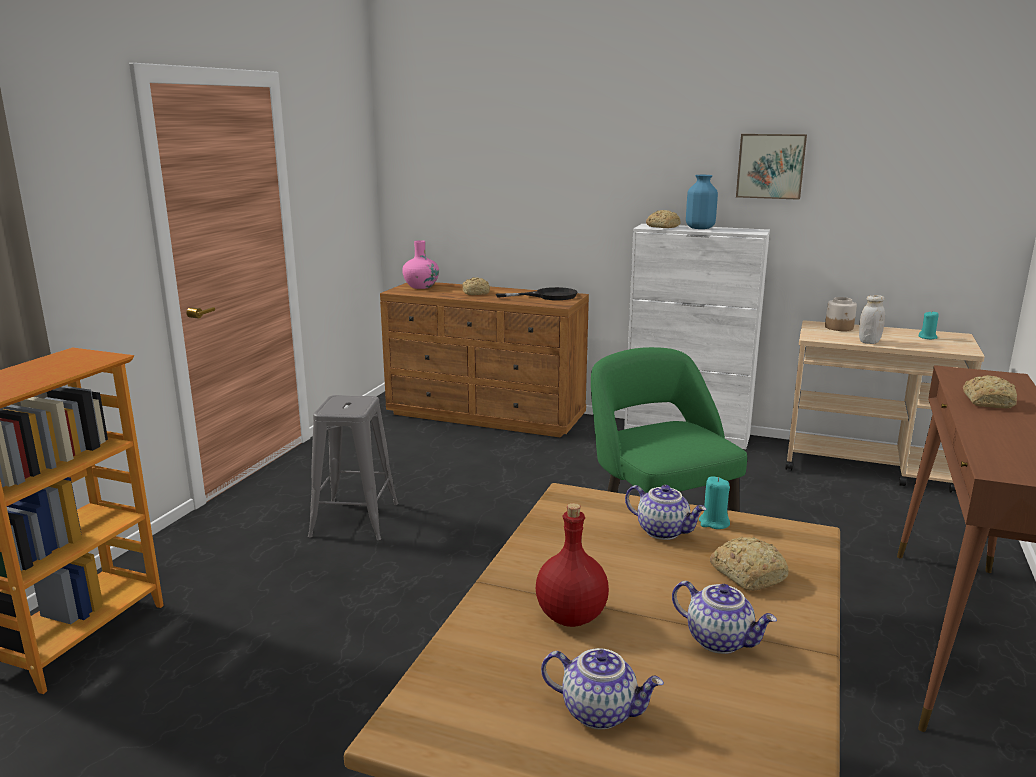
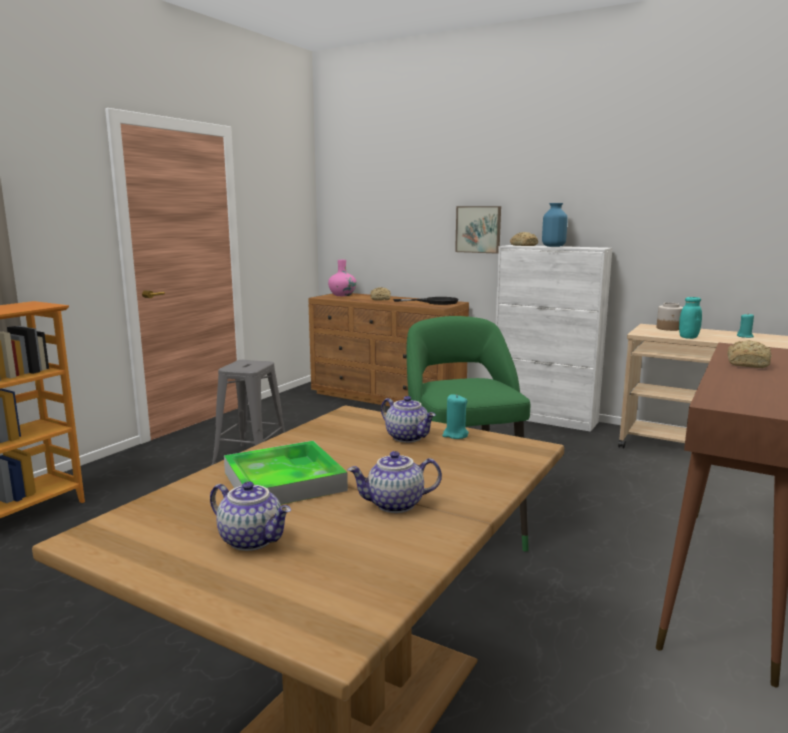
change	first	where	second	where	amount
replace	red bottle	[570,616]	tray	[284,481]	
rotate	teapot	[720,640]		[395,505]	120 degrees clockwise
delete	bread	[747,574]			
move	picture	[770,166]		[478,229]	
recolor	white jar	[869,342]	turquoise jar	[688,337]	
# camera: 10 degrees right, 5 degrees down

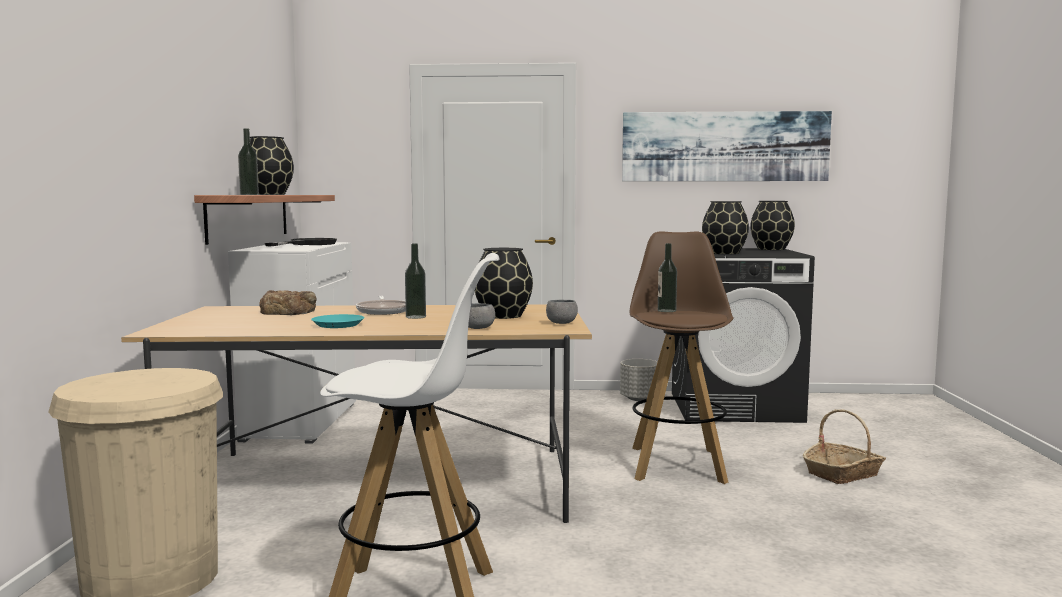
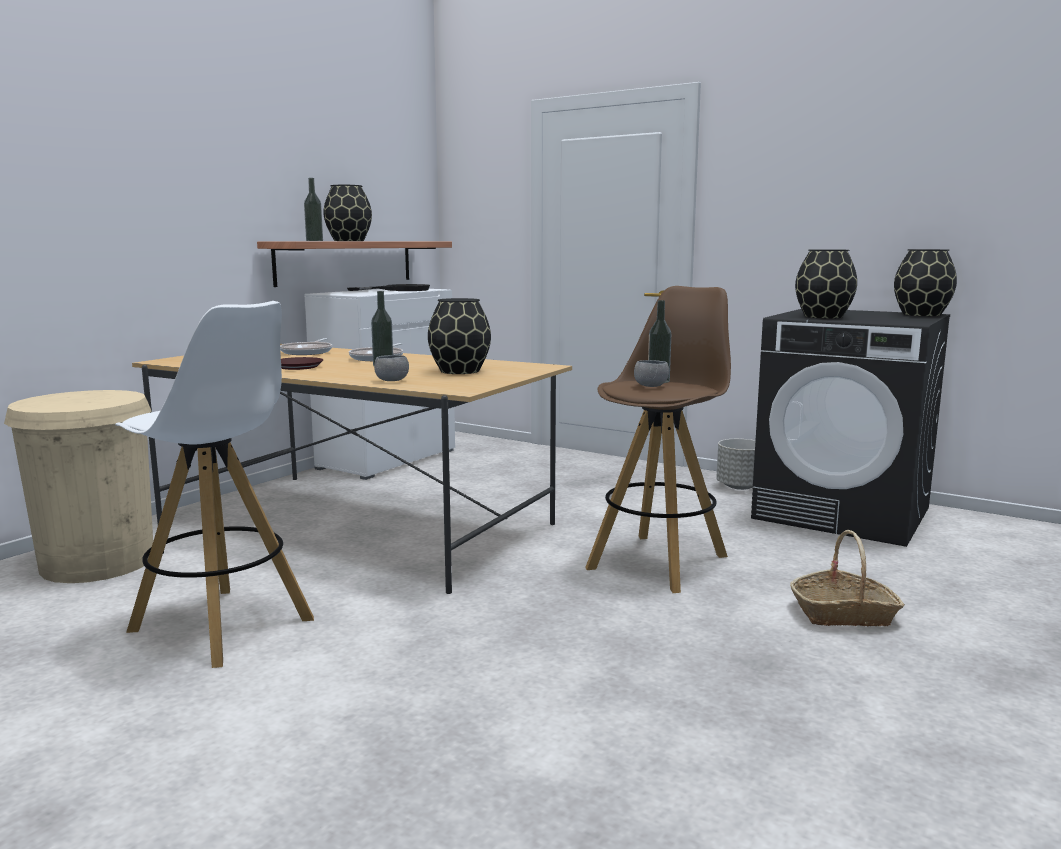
change	first	where	second	where	amount
replace	bread	[288,311]	frying pan	[308,352]	
recolor	turquoise plate	[338,325]	brown plate	[299,367]	
move	grey bowl	[561,323]		[651,386]	
delete	picture	[724,146]			
# camera: 30 degrees right, 5 degrees up

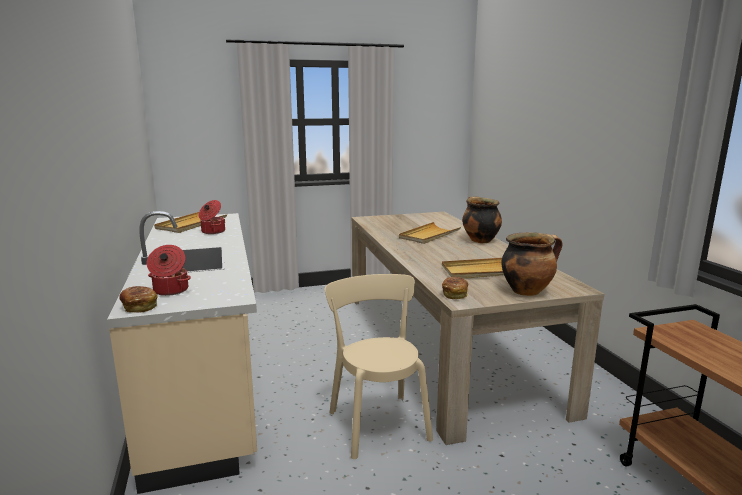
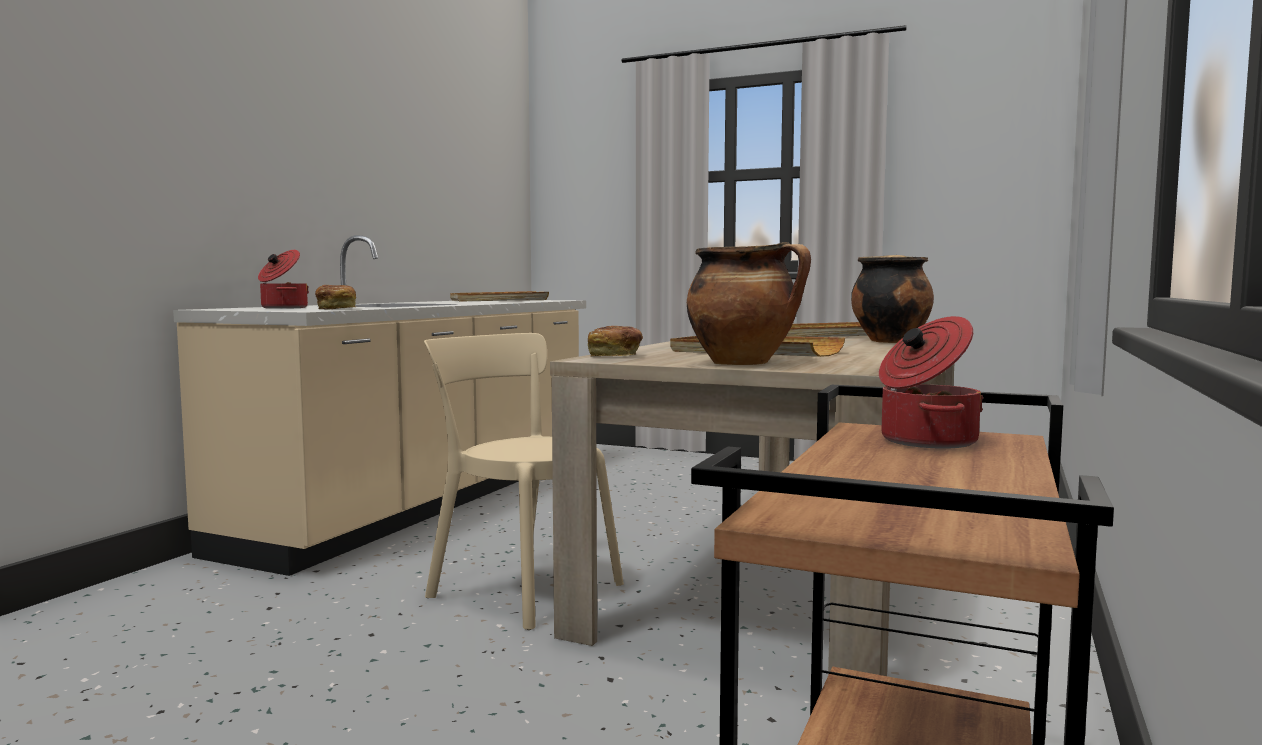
change	first	where	second	where	amount
move	bread	[139,307]		[337,309]	
move	cooking pot	[212,232]		[925,441]	
rotate	beige chair	[377,422]		[519,588]	75 degrees counterclockwise
# camera: 40 degrees right, 10 degrees down

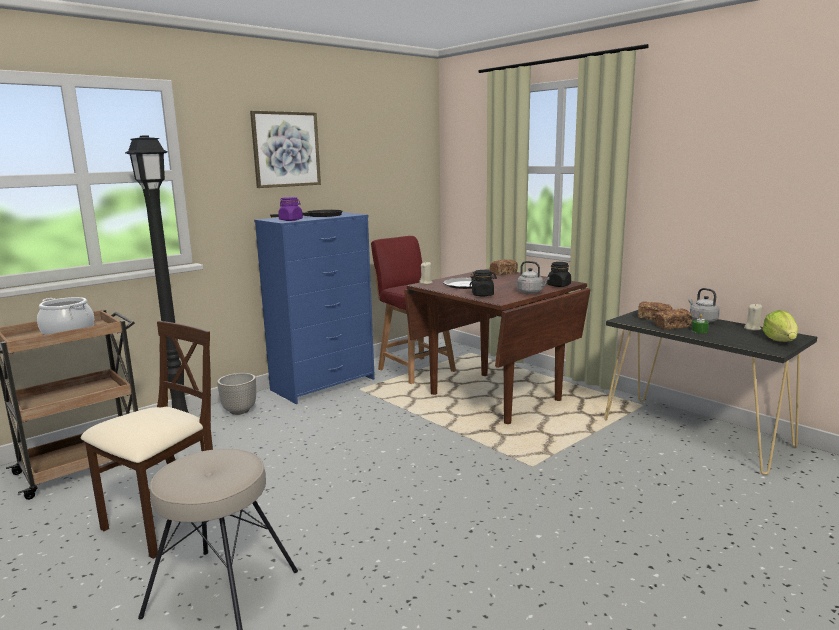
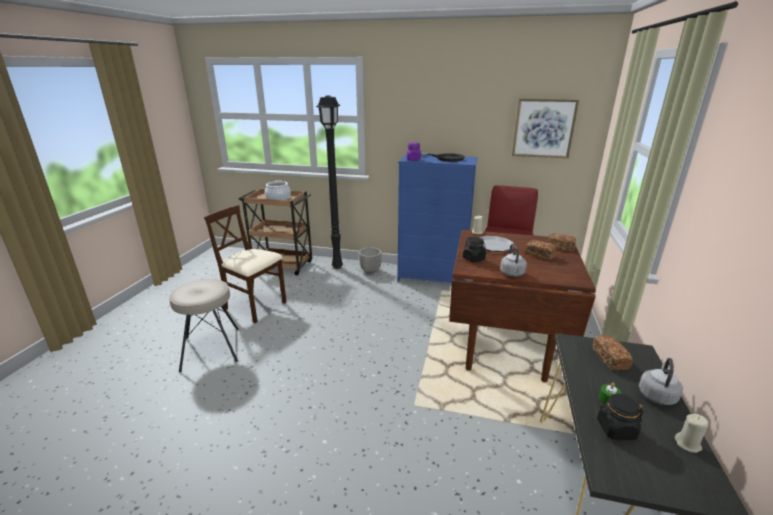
change	first	where	second	where	amount
rotate	beige chair	[165,521]		[255,306]	150 degrees counterclockwise
move	picture	[286,149]		[543,128]	
move	black jar	[559,285]		[615,429]	
move	bread	[672,326]		[539,255]	
delete	lettuce	[780,341]			
# camera: 55 degrees right, 10 degrees up

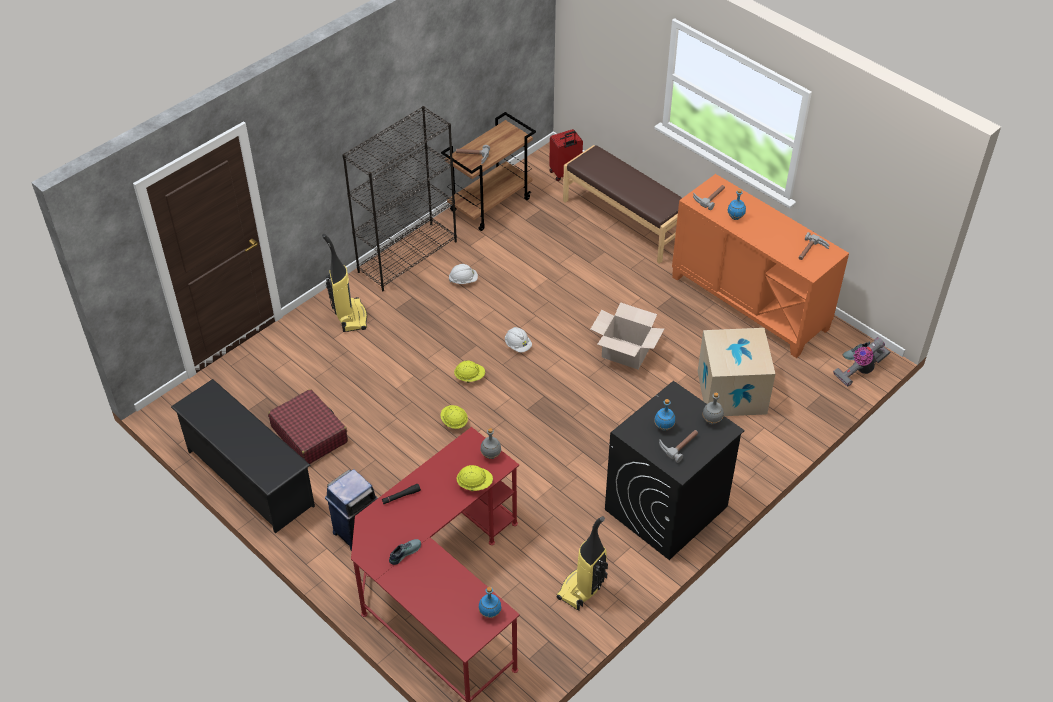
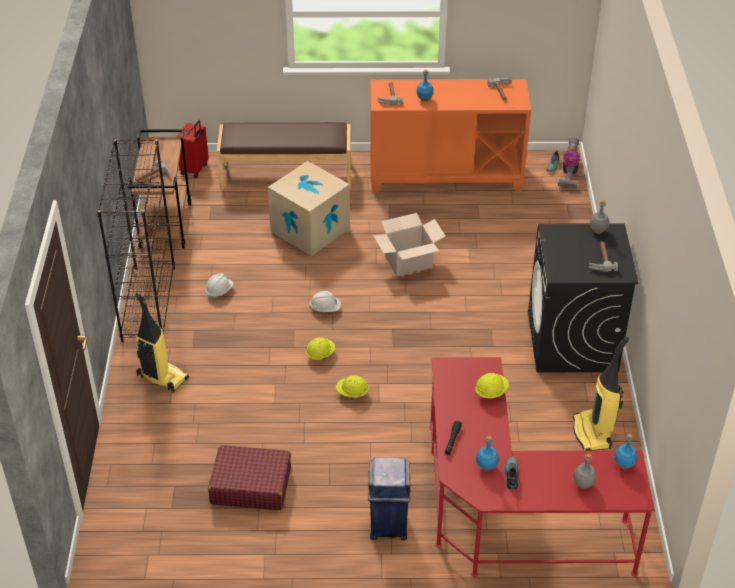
change	first	where	second	where	amount
delete	black shoe rack	[249,478]			
move	grey bottle	[490,455]		[583,485]	
move	blue bottle	[663,427]		[486,467]	
move	cardboard box	[731,392]		[310,230]	
# camera: 45 degrees left, 5 degrees down

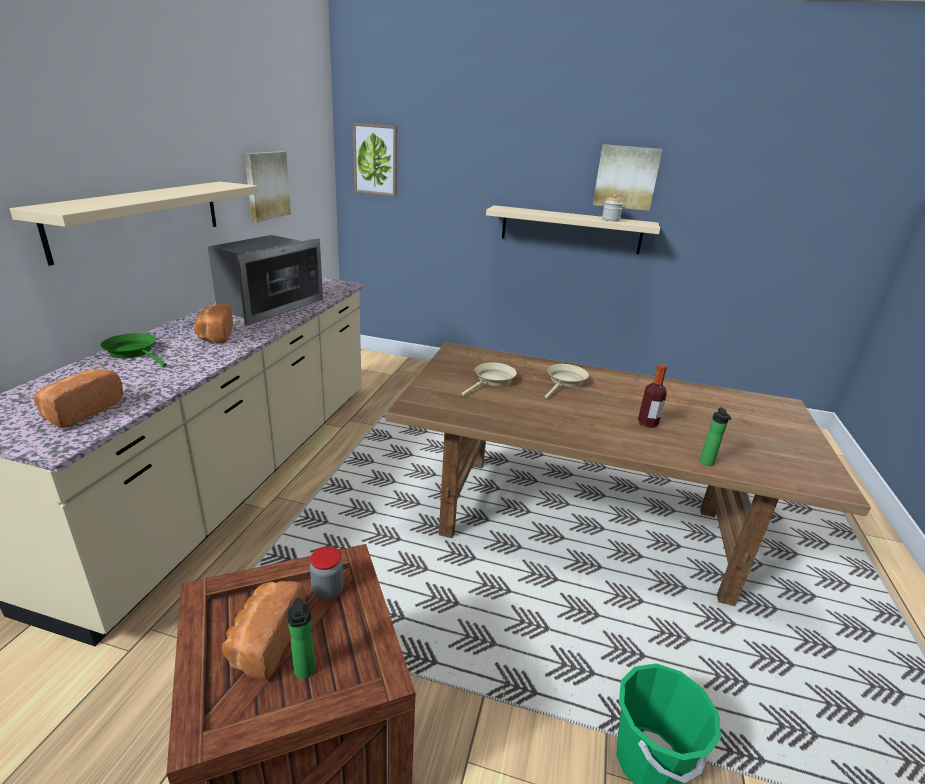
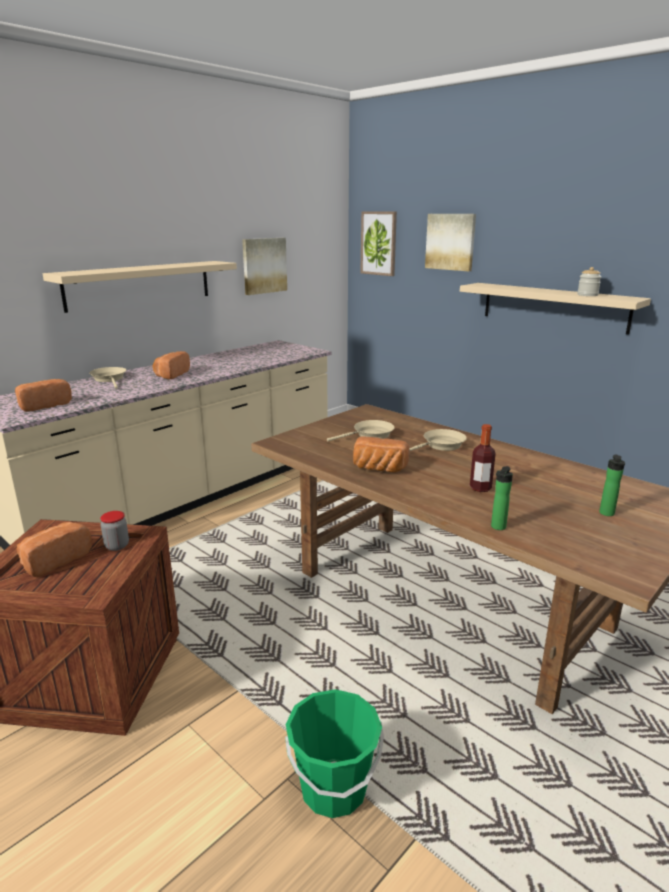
change	first	where	second	where	amount
recolor	green frying pan	[134,352]	beige frying pan	[110,379]	
delete	microwave	[268,306]			
move	bottle	[304,673]		[607,514]	
move	picture	[626,177]		[450,242]	
insert			bread	[378,469]	
# camera: 30 degrees right, 5 degrees down

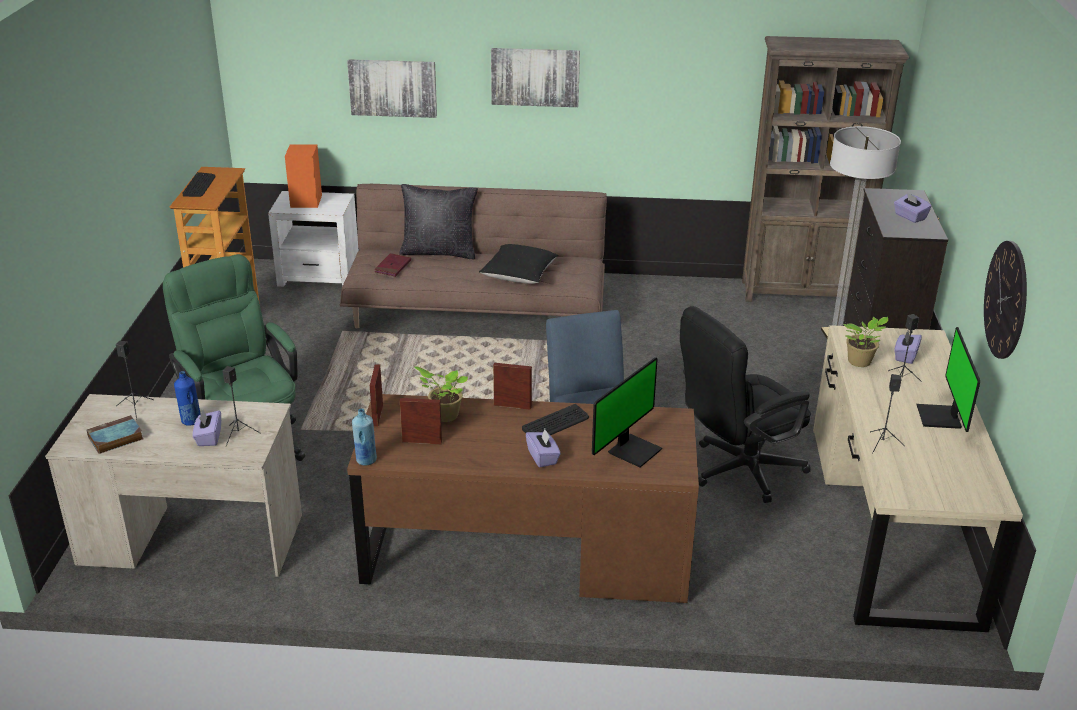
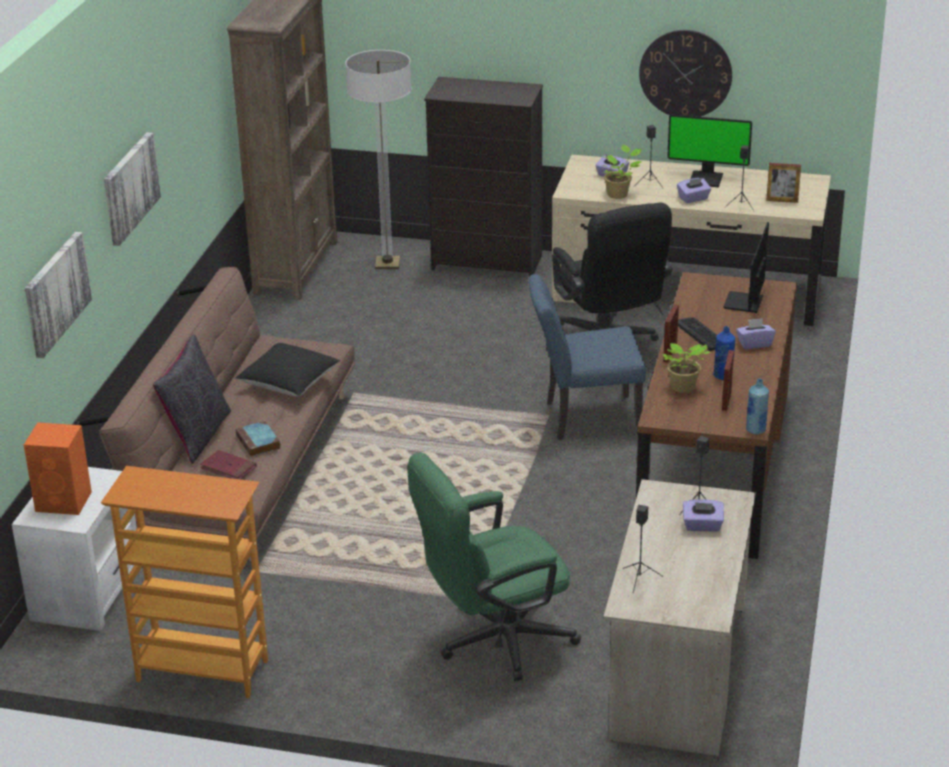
change	first	where	second	where	amount
move	book	[115,438]		[259,442]	
move	blue bottle	[191,421]		[723,376]	
delete	keyboard	[199,185]			
move	picture frame	[378,415]		[782,200]	
rotate	monitor	[633,450]		[745,303]	120 degrees counterclockwise
move	purple tissue box	[909,217]		[693,198]	
# camera: 80 degrees left, 0 degrees up

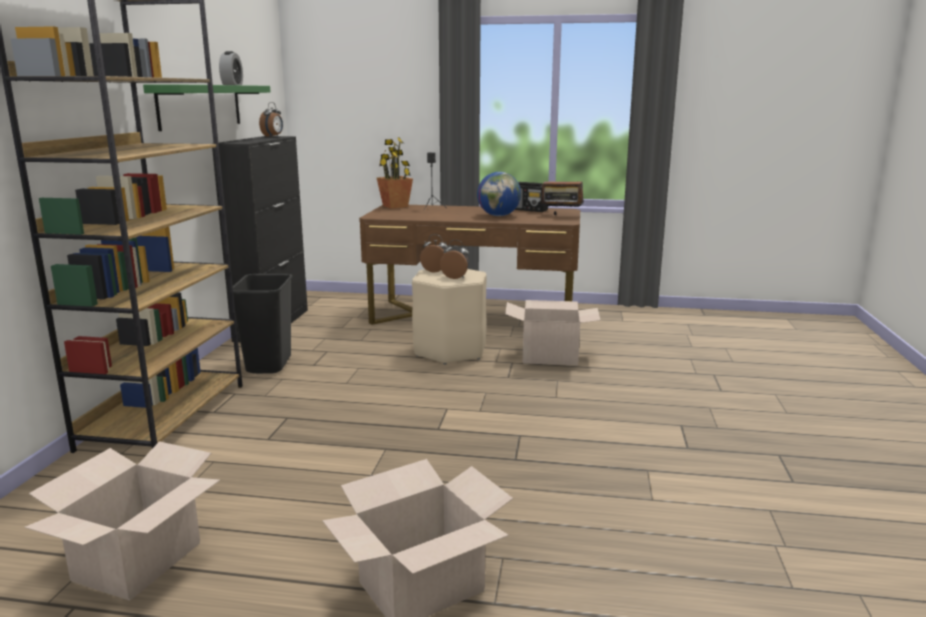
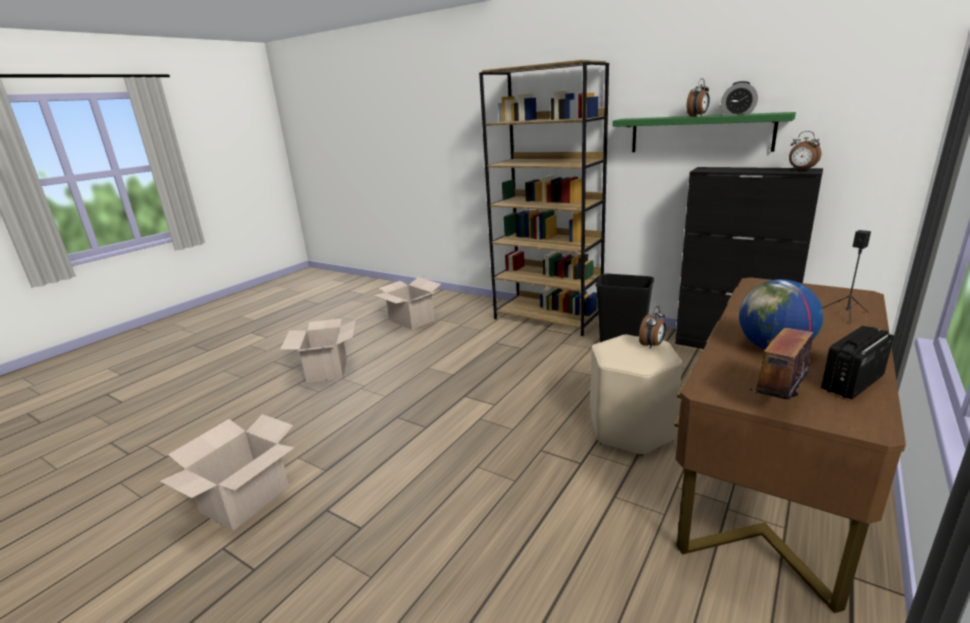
change	first	where	second	where	amount
delete	potted plant	[395,206]			
move	alarm clock	[455,277]		[697,116]	
move	cardboard box	[549,357]		[245,499]	
# camera: 115 degrees right, 5 degrees up

